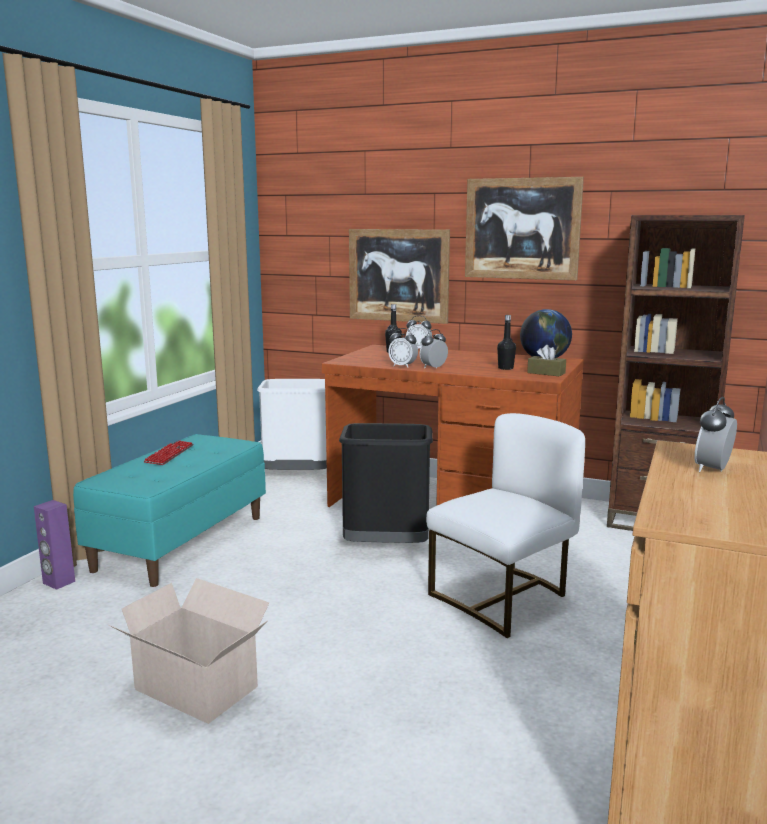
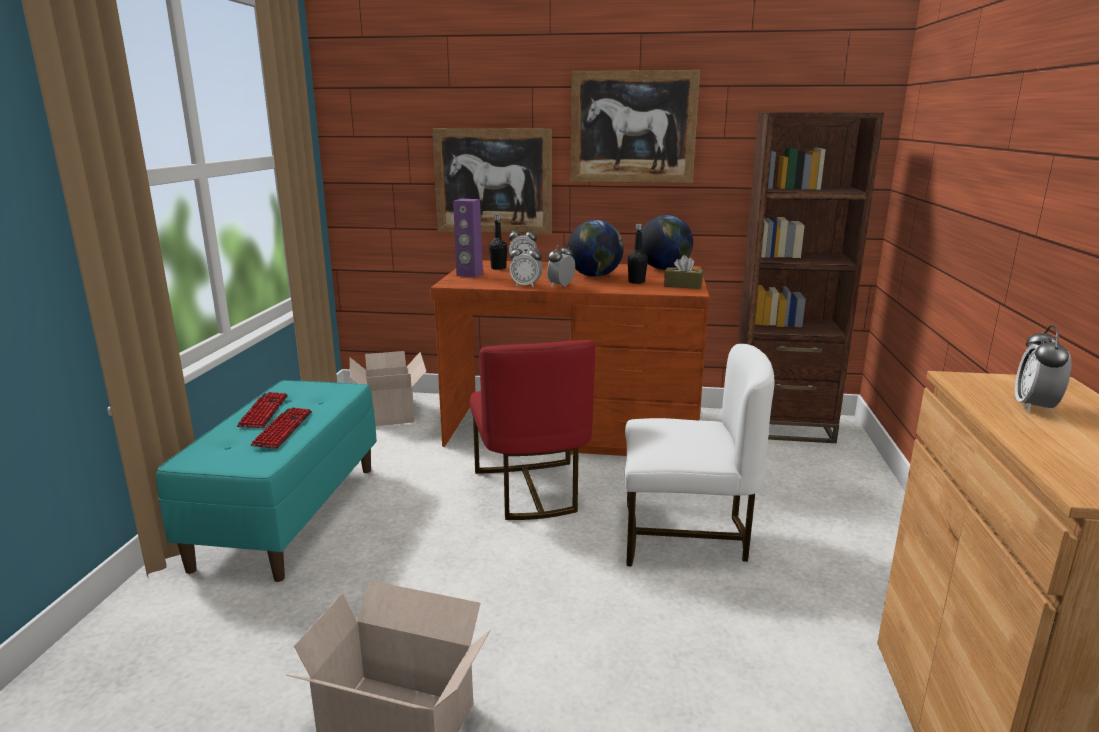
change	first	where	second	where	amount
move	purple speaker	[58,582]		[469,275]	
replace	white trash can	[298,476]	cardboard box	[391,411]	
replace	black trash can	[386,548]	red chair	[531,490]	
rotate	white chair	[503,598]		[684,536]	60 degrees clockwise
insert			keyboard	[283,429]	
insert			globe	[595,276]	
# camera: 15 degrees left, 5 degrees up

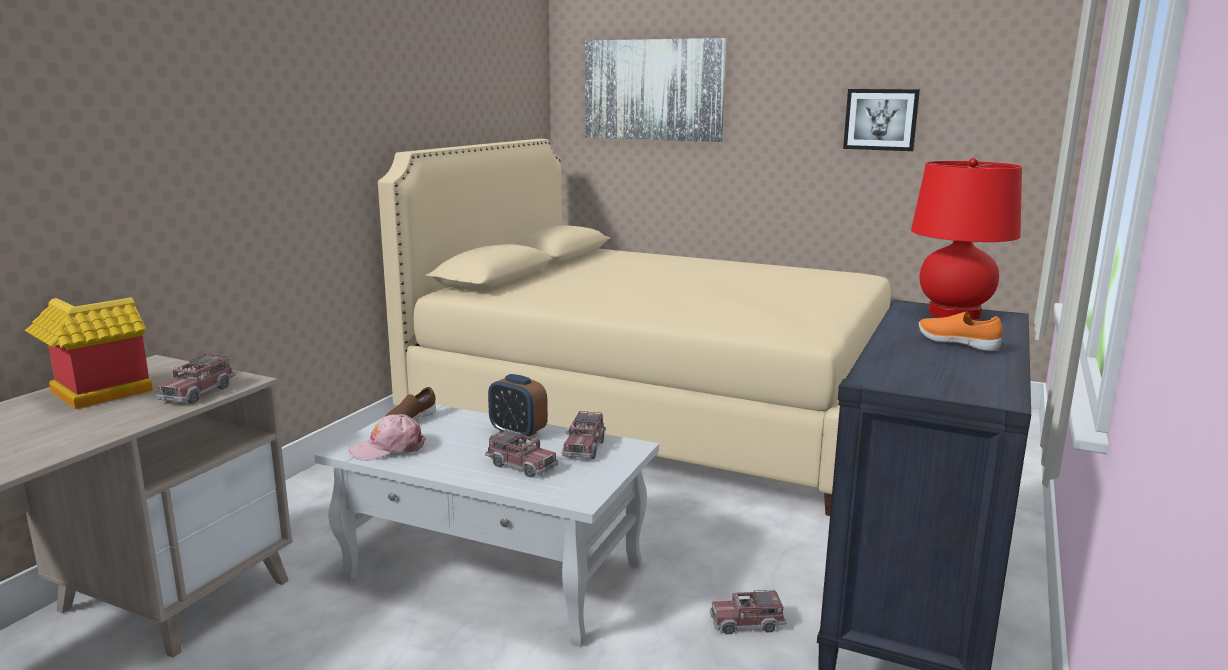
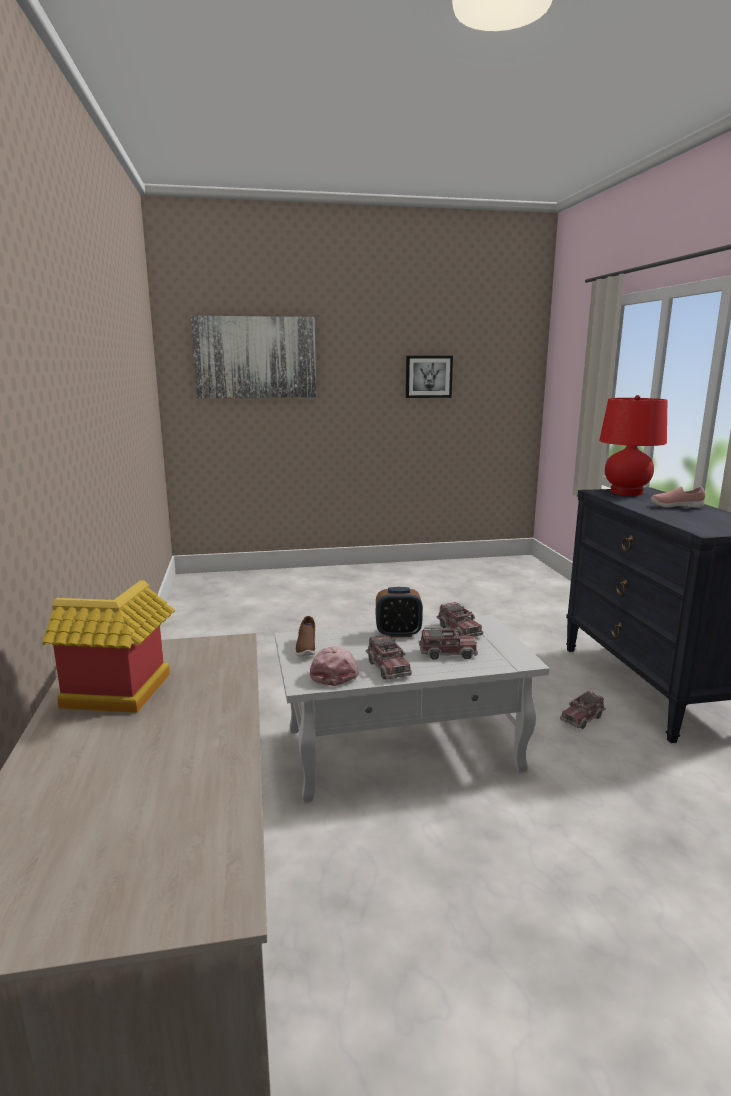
change	first	where	second	where	amount
move	toy truck	[197,393]		[388,667]	
rotate	pink cap	[388,448]		[334,672]	150 degrees clockwise
delete	beige bed	[658,410]			
recolor	orange shoe	[957,344]	pink shoe	[676,507]	
# camera: 35 degrees left, 0 degrees up

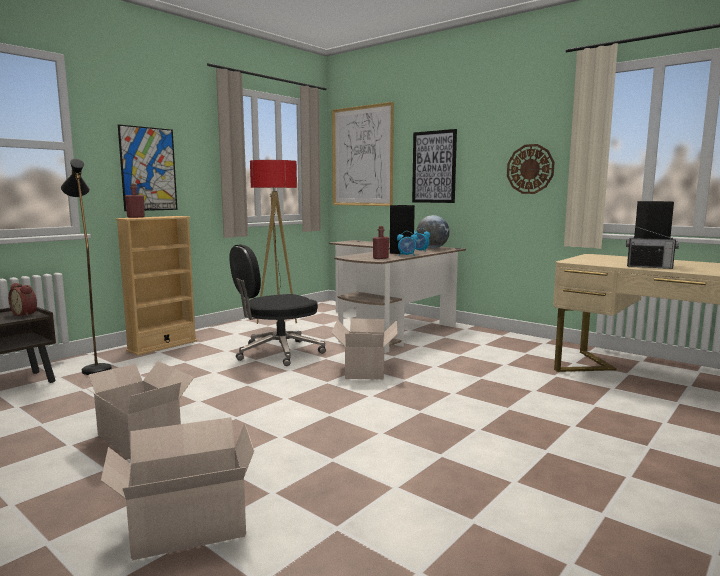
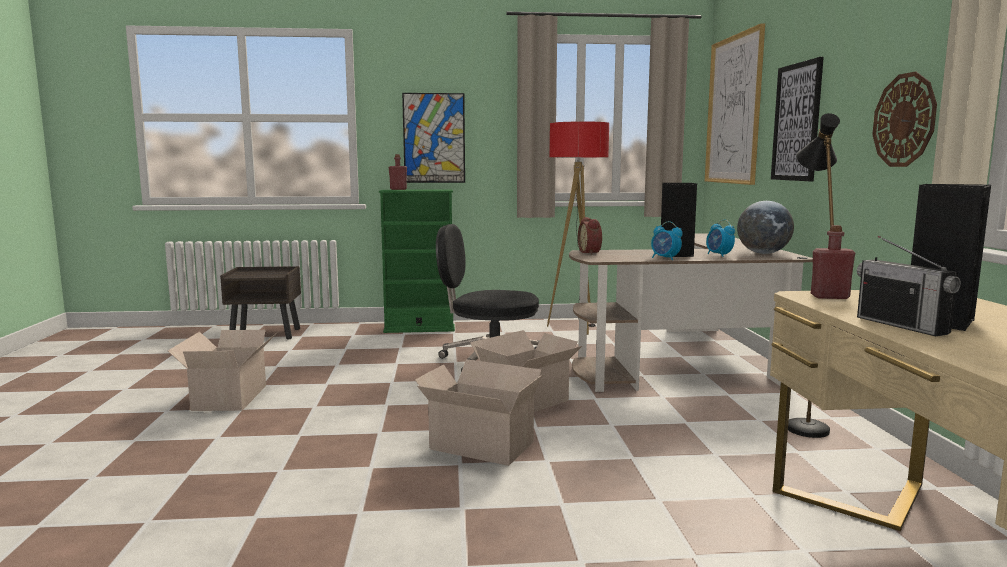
change	first	where	second	where	amount
move	alarm clock	[26,314]		[591,252]	
move	black floor lamp	[94,367]		[802,424]	
move	cardboard box	[185,526]		[479,445]	
recolor	beige bookcase	[162,346]	green bookcase	[419,329]	
move	red bottle	[380,258]		[829,297]	
# camera: 45 degrees right, 0 degrees up

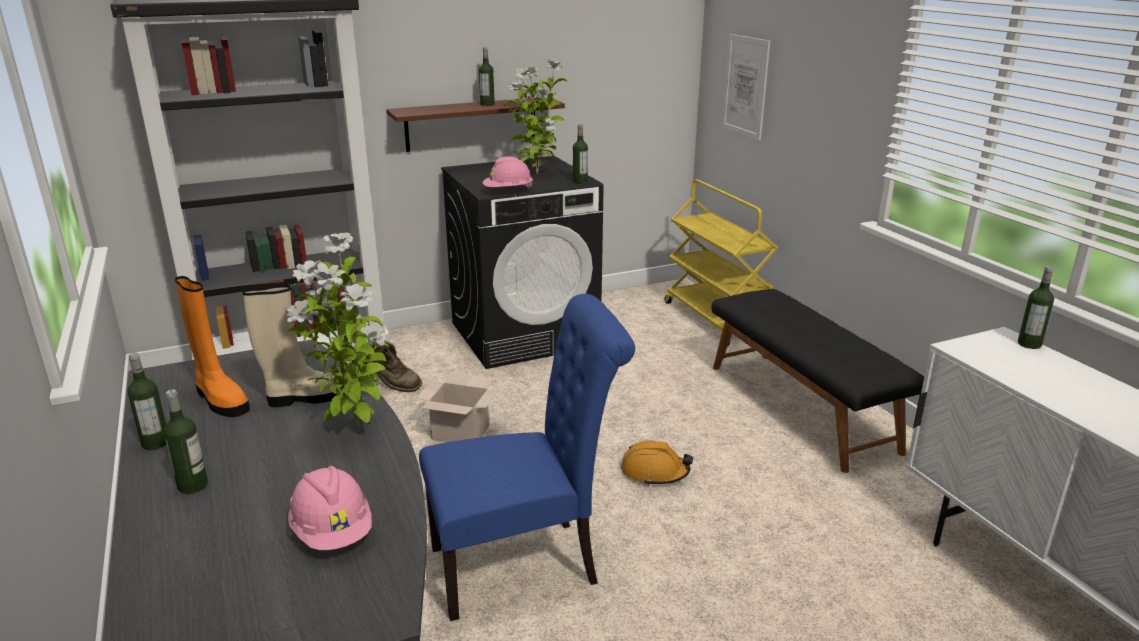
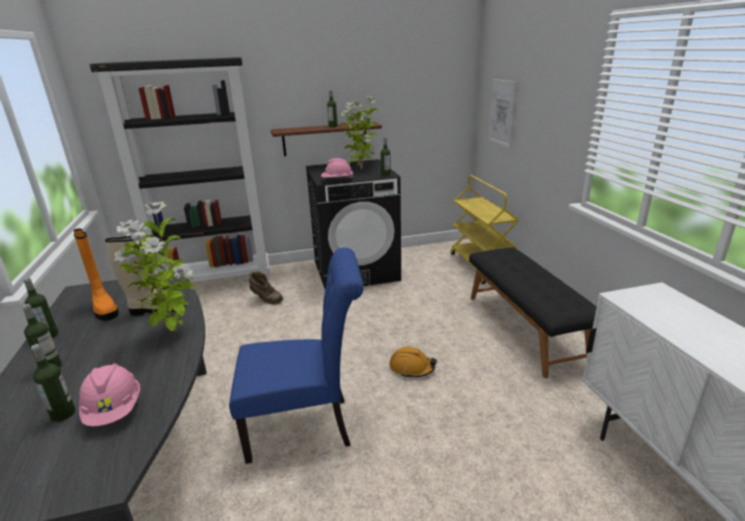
change	first	where	second	where	amount
delete	cardboard box	[462,432]			
move	bottle	[1029,344]		[63,414]	
# camera: 10 degrees right, 0 degrees up

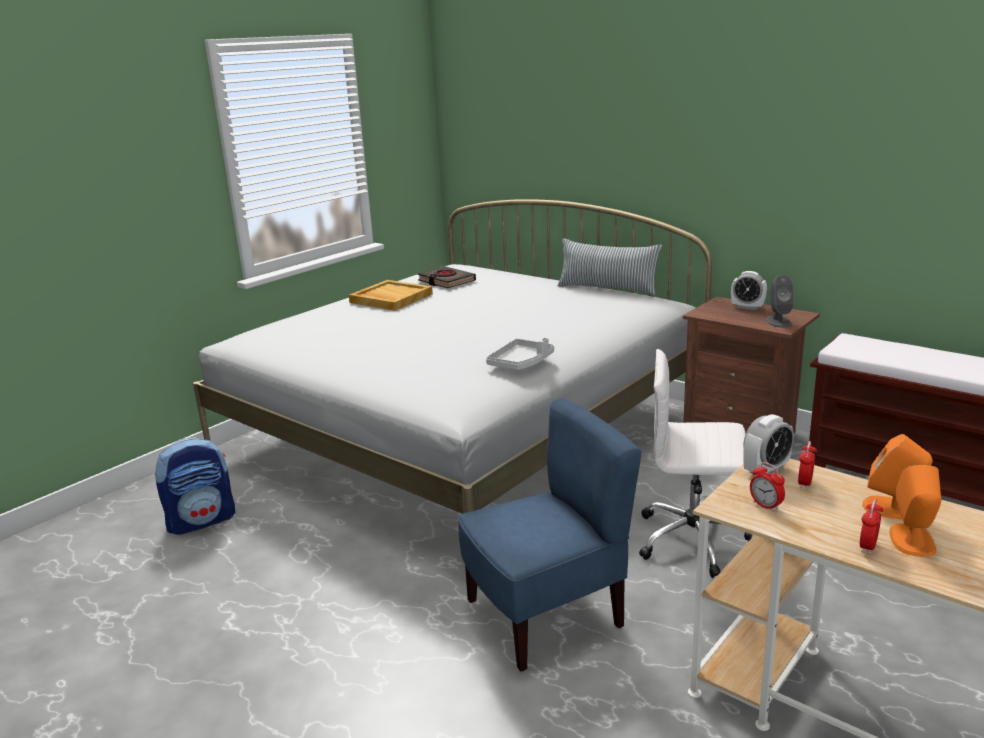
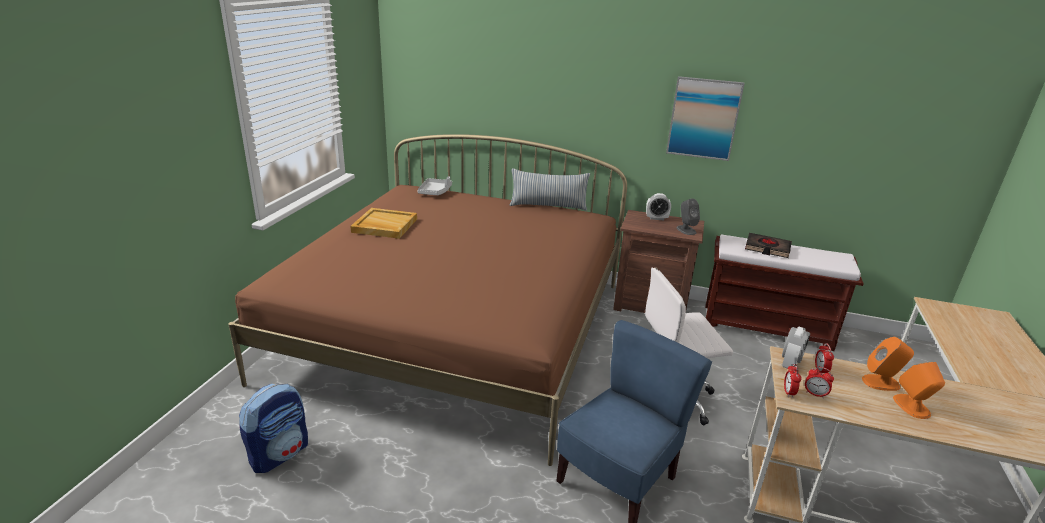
change	first	where	second	where	amount
recolor	white bed	[464,432]	brown bed	[456,329]	
move	black book	[446,281]		[767,248]	
move	grey tray	[521,363]		[435,192]	
move	alarm clock	[868,547]		[788,392]	
insert			picture	[703,118]	
# camera: 25 degrees left, 5 degrees up

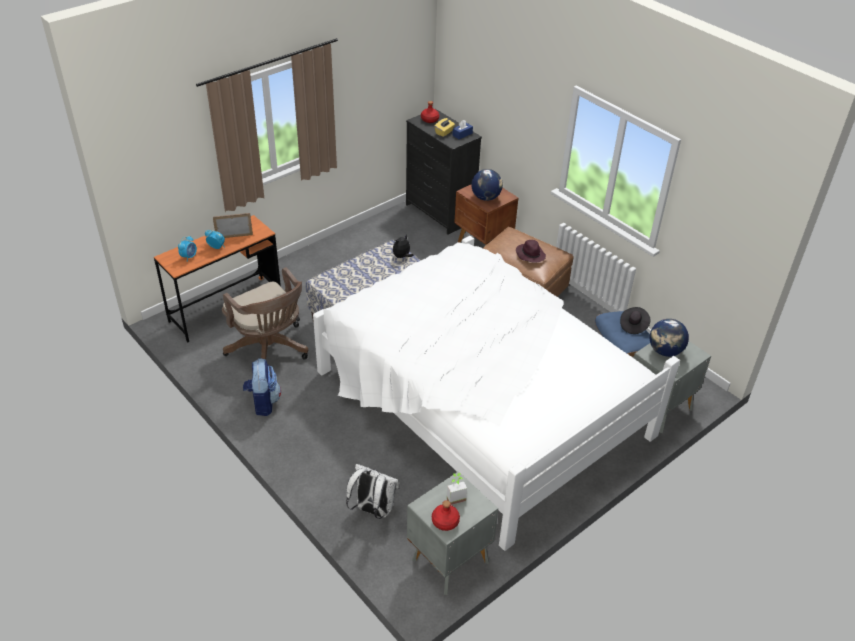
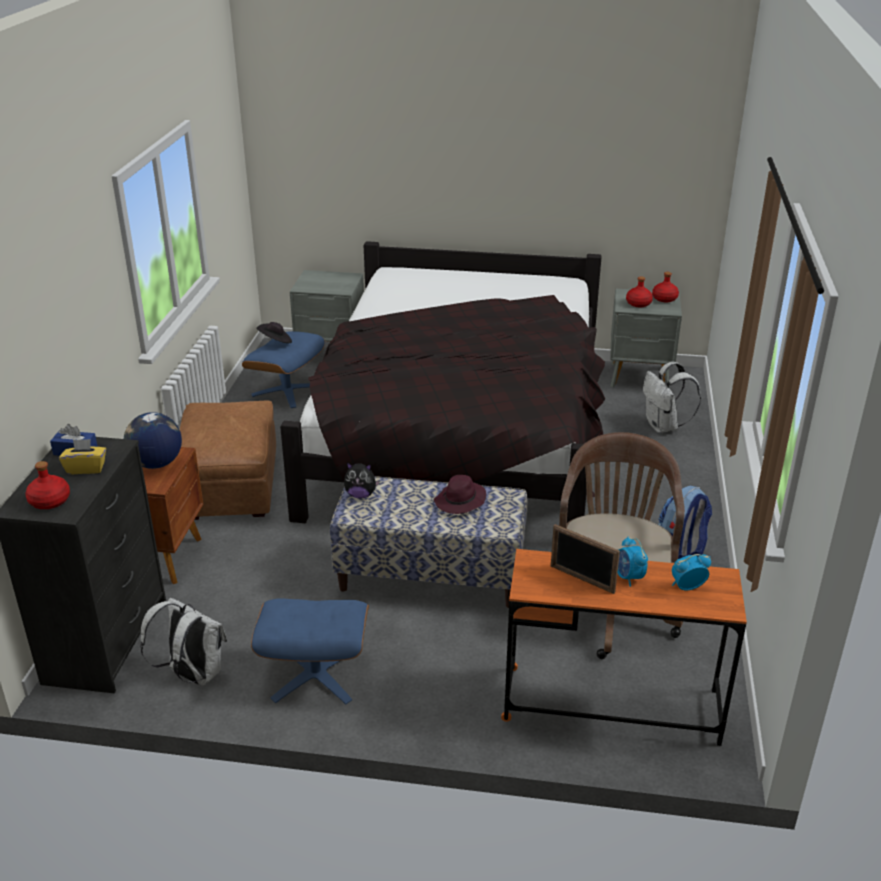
change	first	where	second	where	amount
recolor	white bed	[480,402]	black bed	[460,433]	
replace	potted plant	[455,496]	red bottle	[638,303]	
move	purple hat	[530,254]		[460,501]	
delete	globe	[665,351]			
insert			white backpack	[192,675]	
insert			blue ottoman	[315,675]	
# camera: 130 degrees left, 10 degrees down

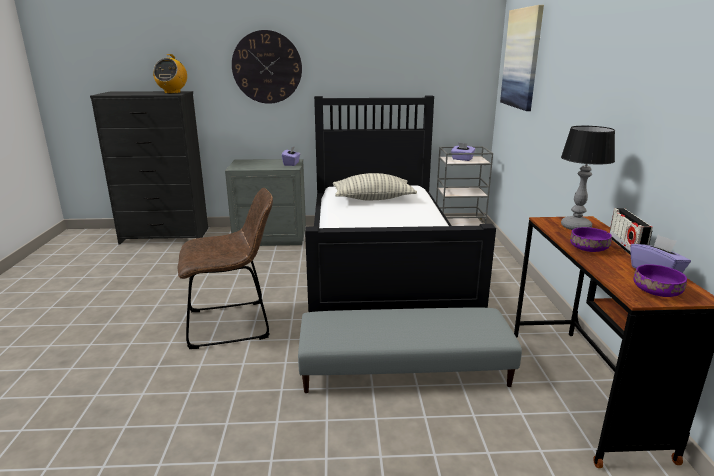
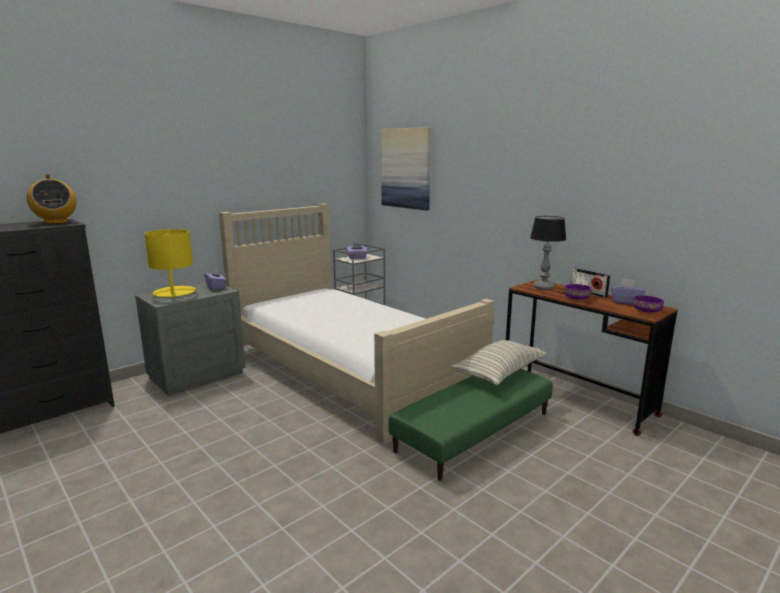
change	first	where	second	where	amount
delete	brown chair	[234,323]			
delete	wall clock	[267,67]			
recolor	grey ottoman	[404,367]	green ottoman	[474,431]	
recolor	black bed	[382,268]	beige bed	[348,369]	
move	pillow	[373,199]		[499,373]	
insert			yellow table lamp	[174,293]	
# camera: 40 degrees left, 5 degrees down

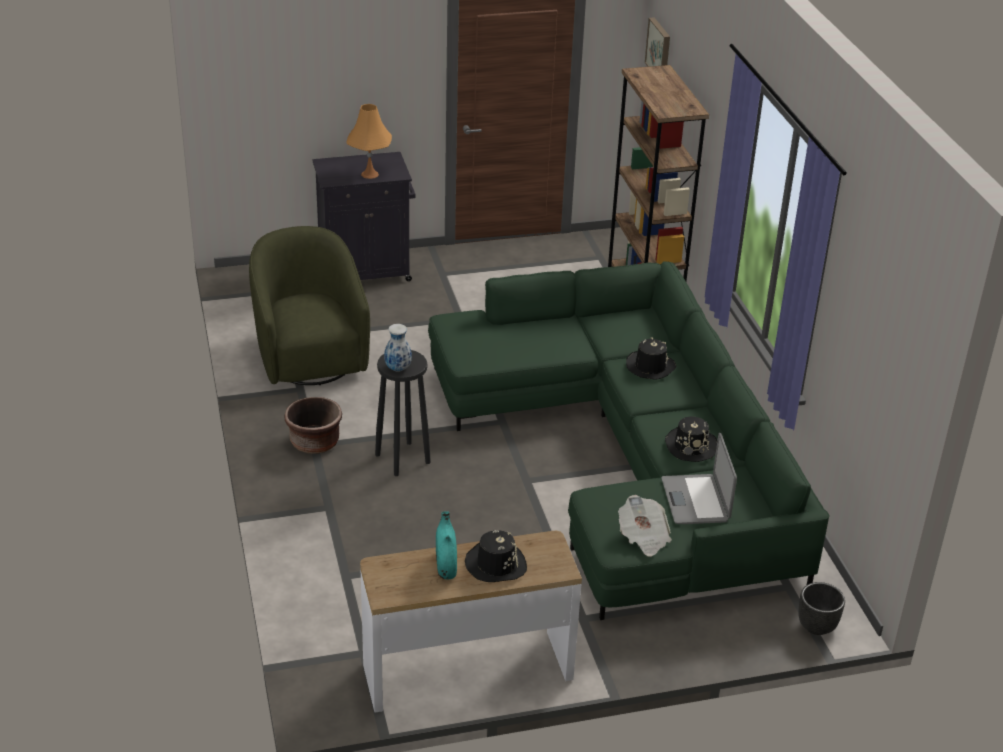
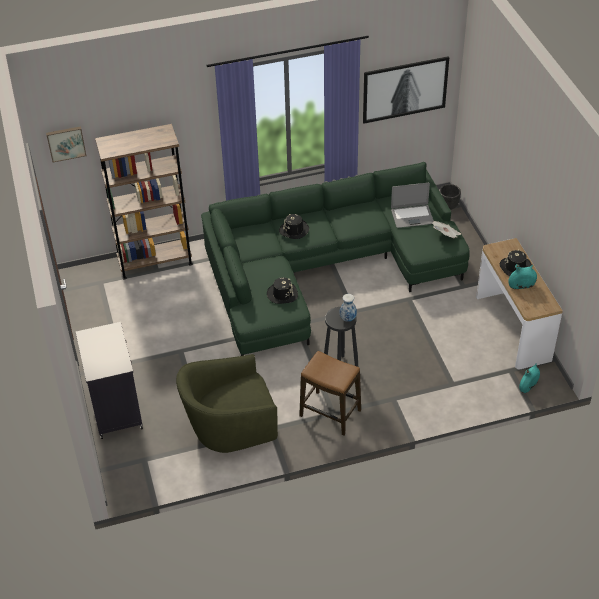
change	first	where	second	where	amount
replace	brown planter	[314,442]	stool	[330,413]	
delete	orange table lamp	[369,174]			
move	black hat	[691,445]		[282,294]	
insert			picture	[405,89]	
insert			turquoise vase	[528,385]	
# camera: 90 degrees left, 10 degrees up

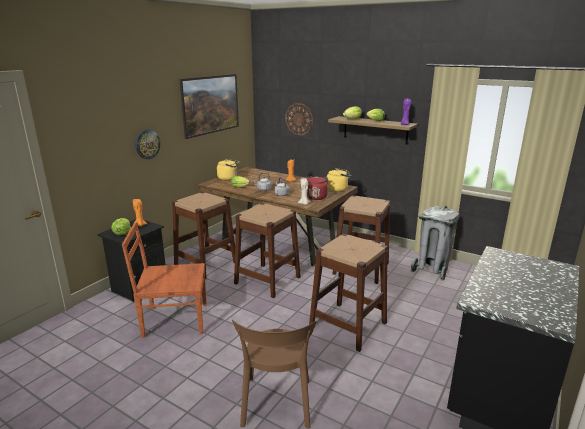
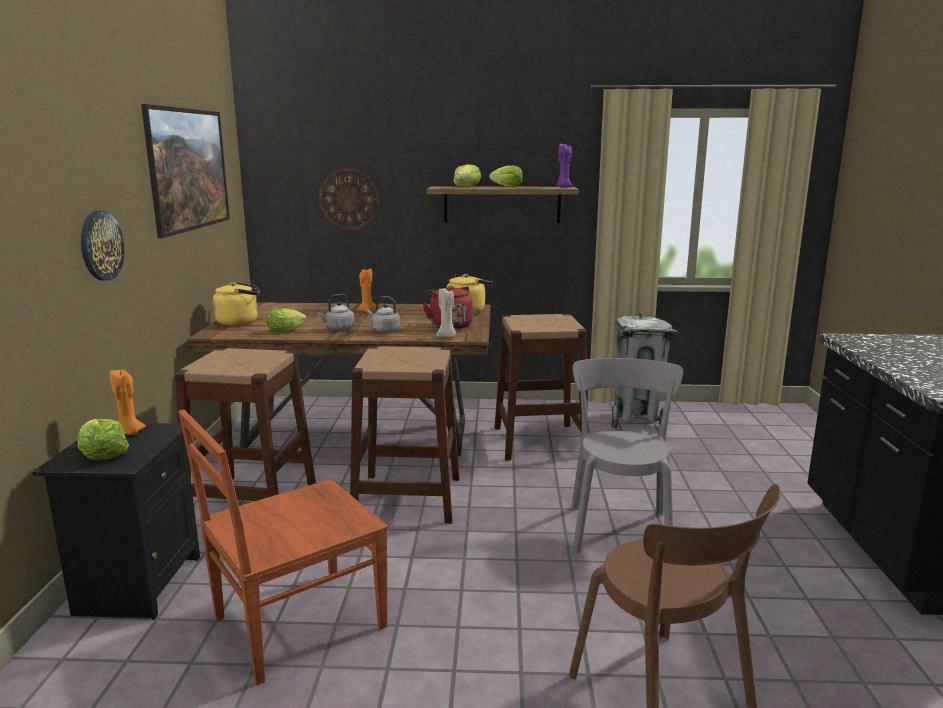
change	first	where	second	where	amount
replace	brown stool	[348,325]	grey chair	[619,528]	
# camera: 30 degrees left, 5 degrees down

